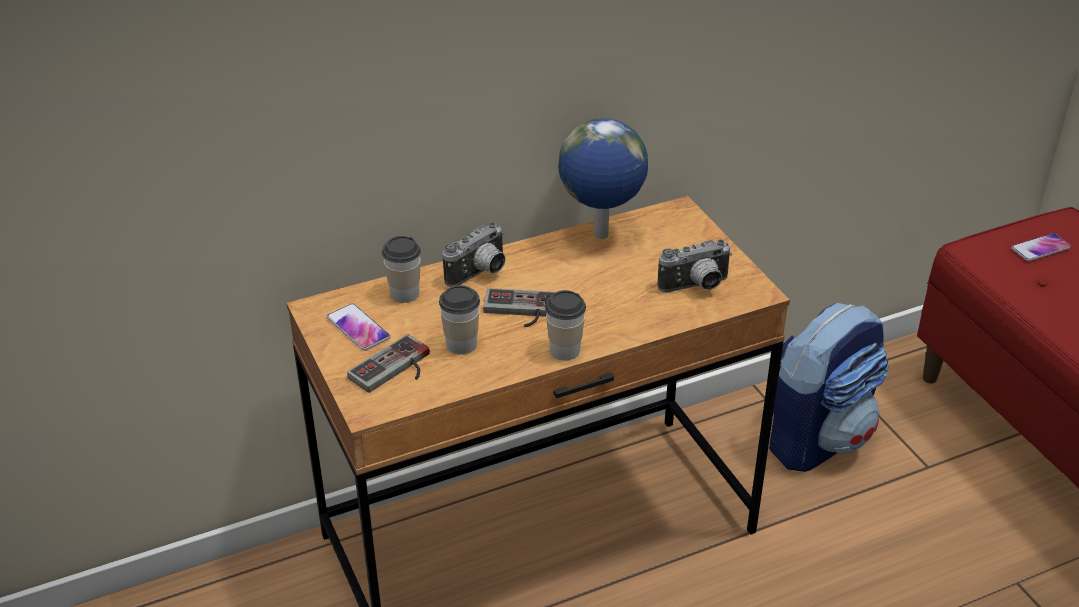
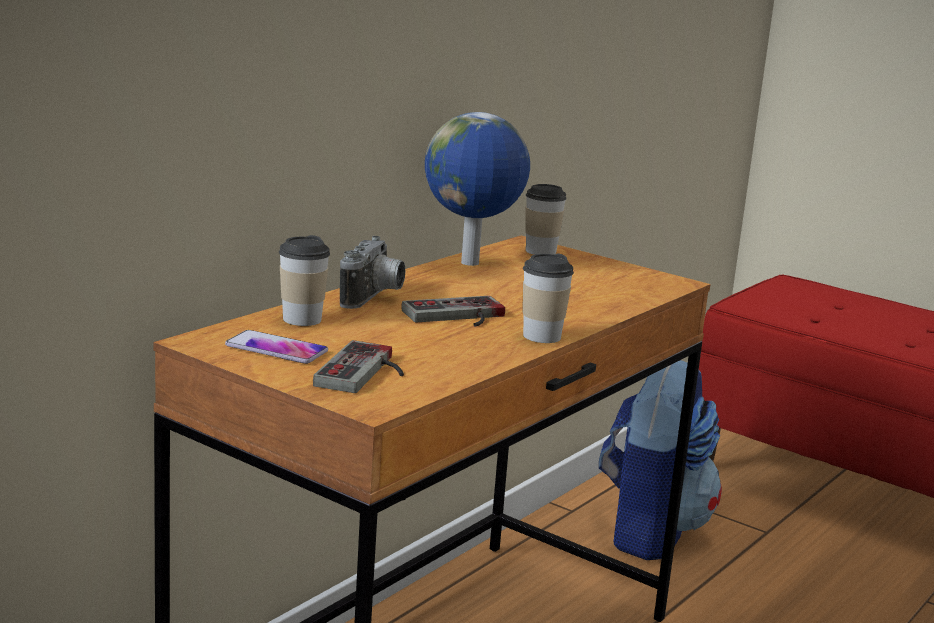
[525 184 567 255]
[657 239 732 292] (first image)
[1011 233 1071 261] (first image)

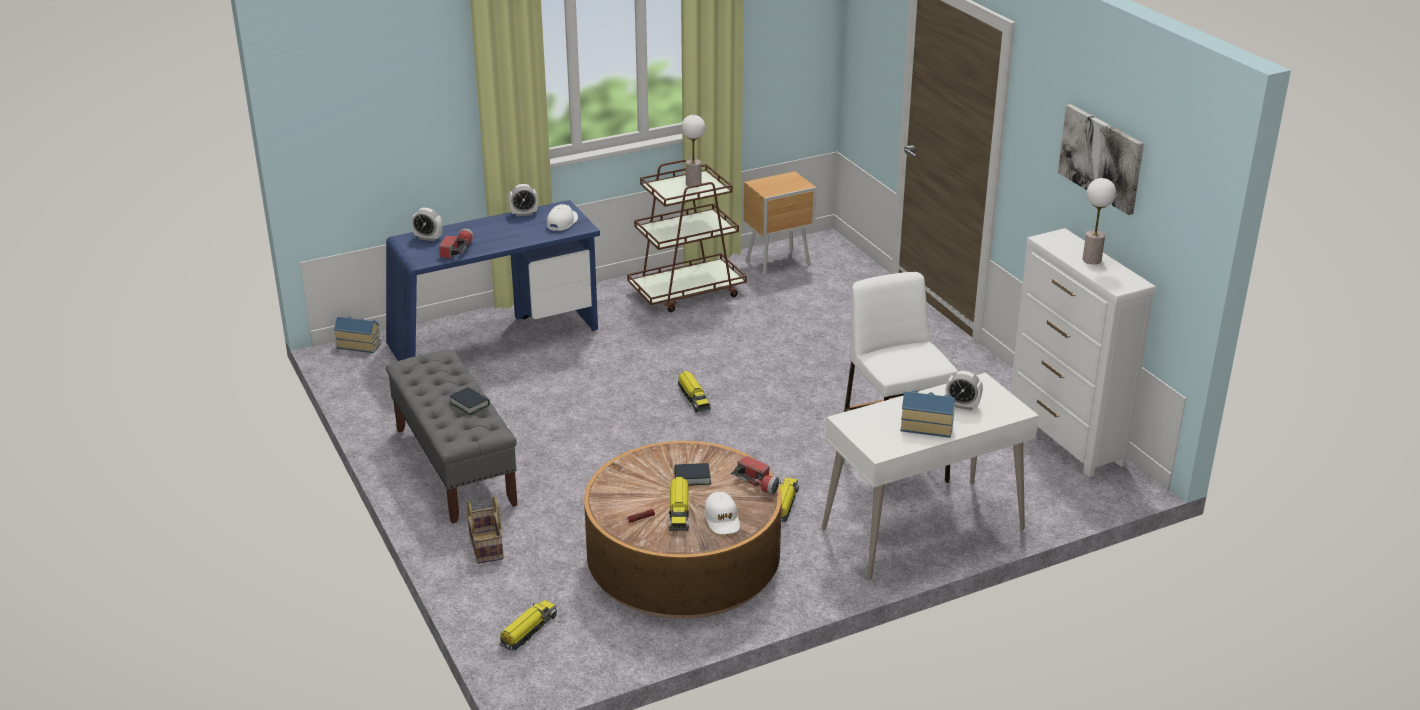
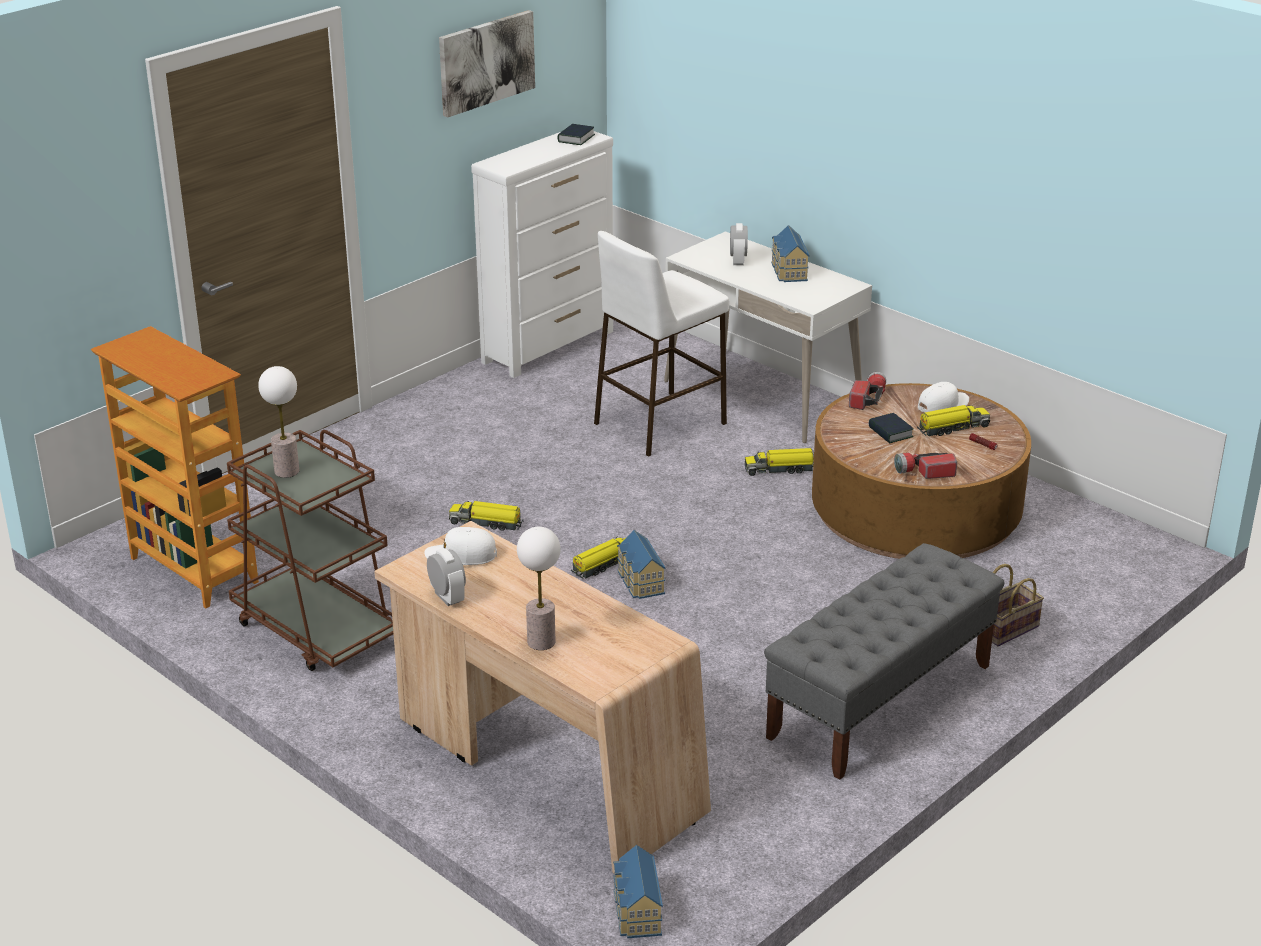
[91 326 259 608]
[374 521 711 873]
[449 500 524 531]
[517 527 561 650]
[558 124 595 145]
[617 530 666 599]
[894 453 957 479]
[411 208 442 241] (first image)

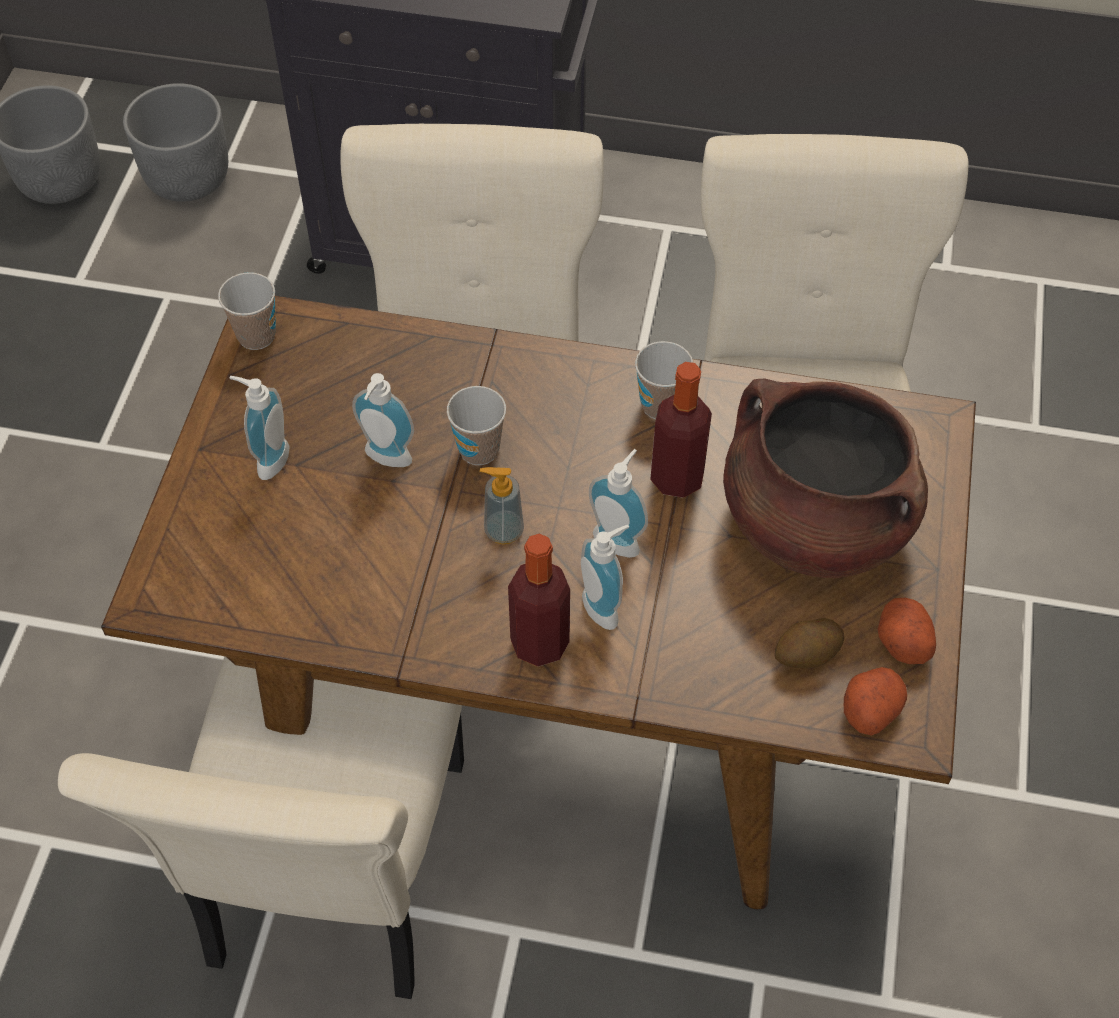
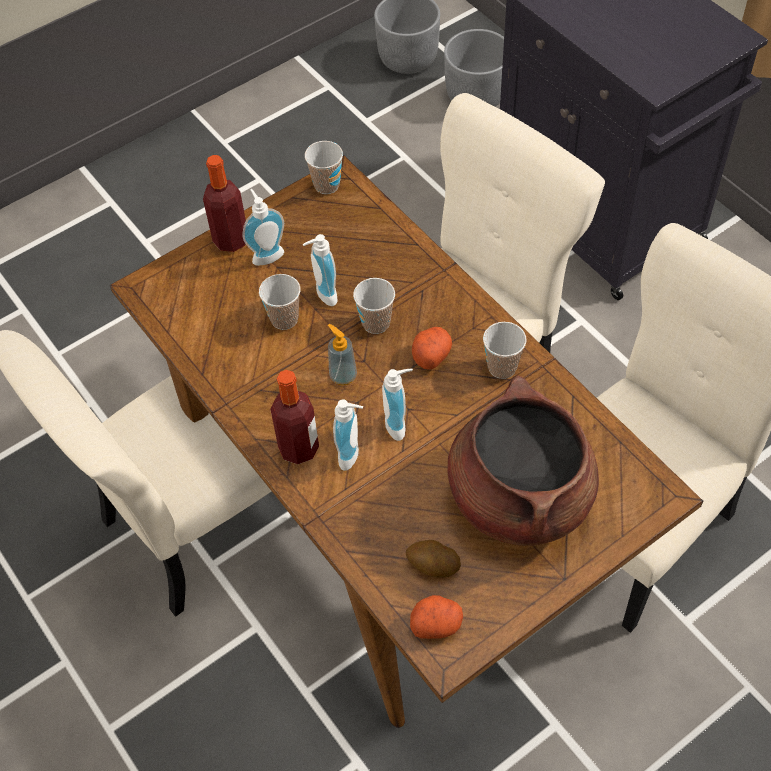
[203 155 246 252]
[259 274 300 330]
[412 327 452 370]

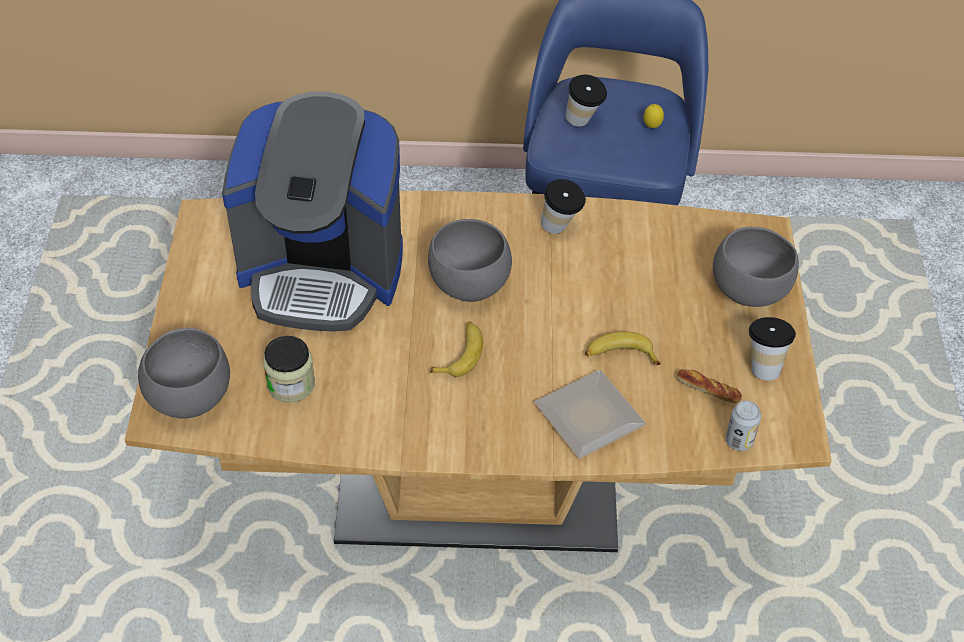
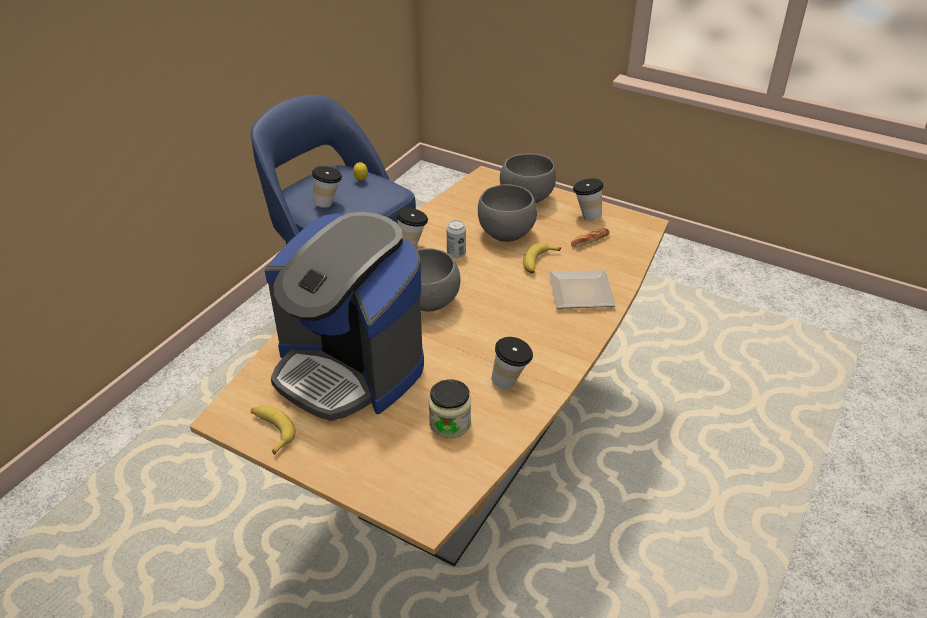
[251 405 296 455]
[265 212 424 421]
[447 220 466 258]
[478 184 537 242]
[491 337 533 389]

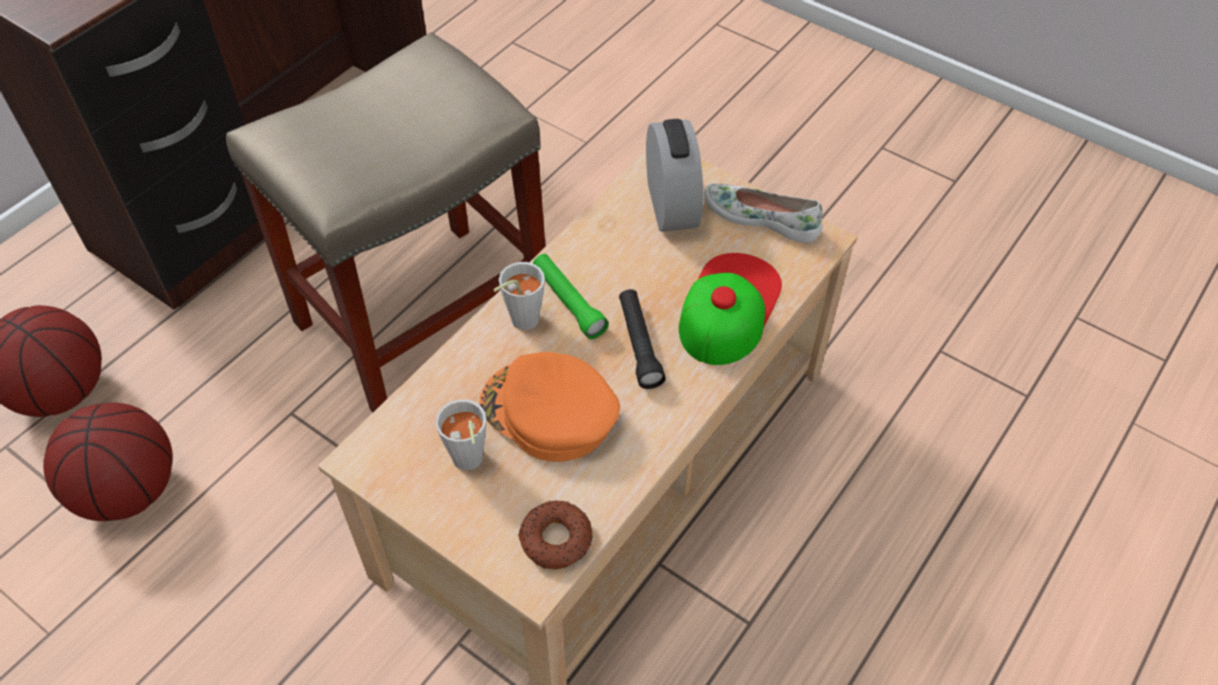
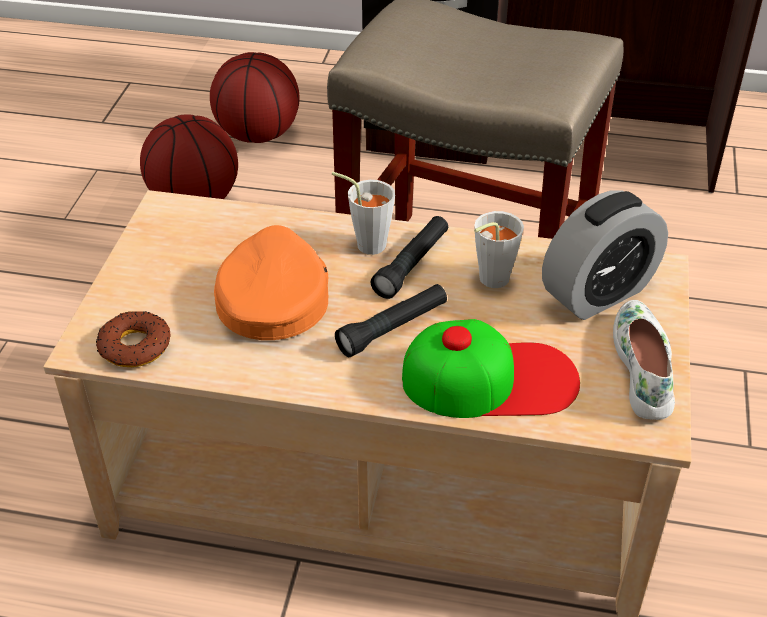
[371 216 448 299]
[474 211 524 288]

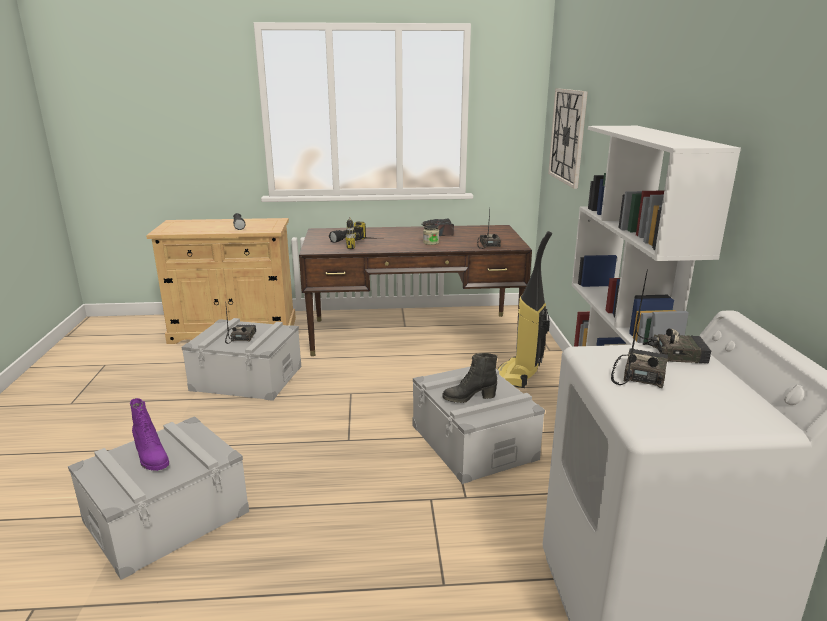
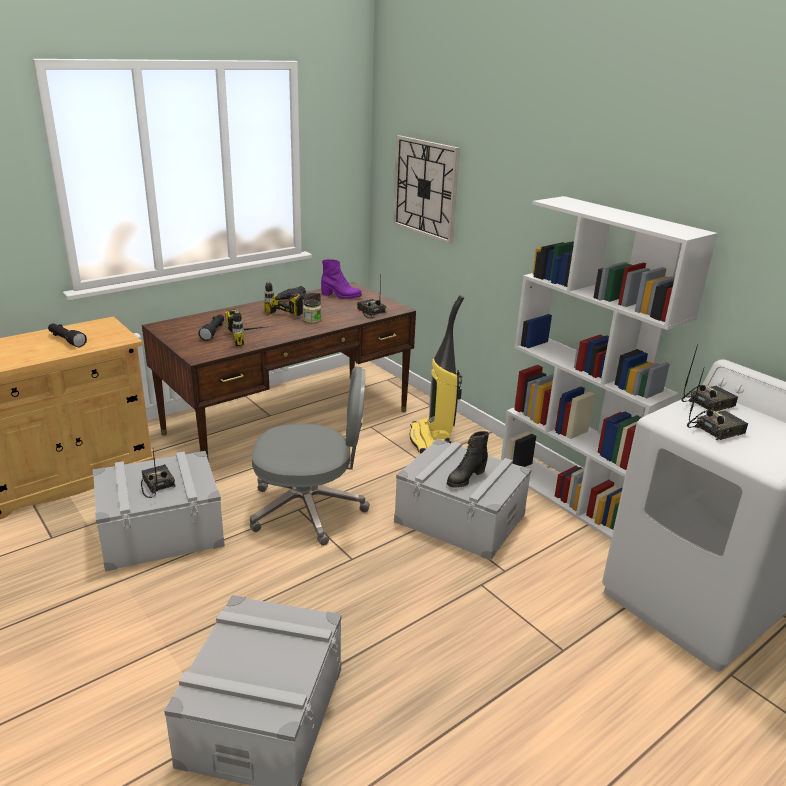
[250 366 370 546]
[264 280 303 316]
[321 259 362 299]
[687 369 748 440]

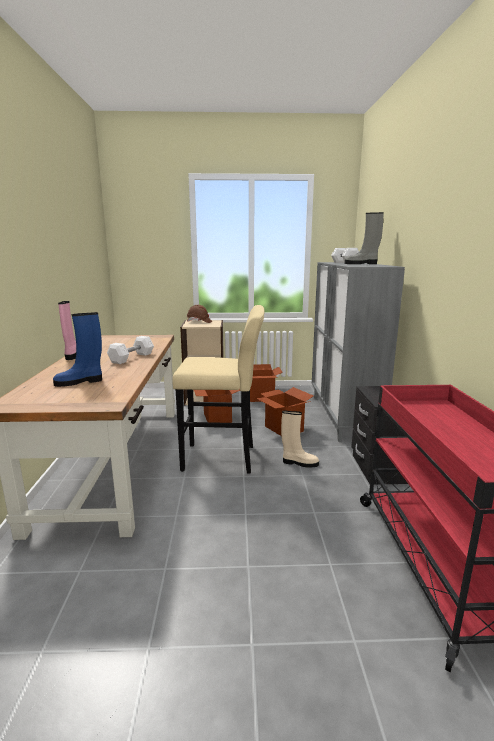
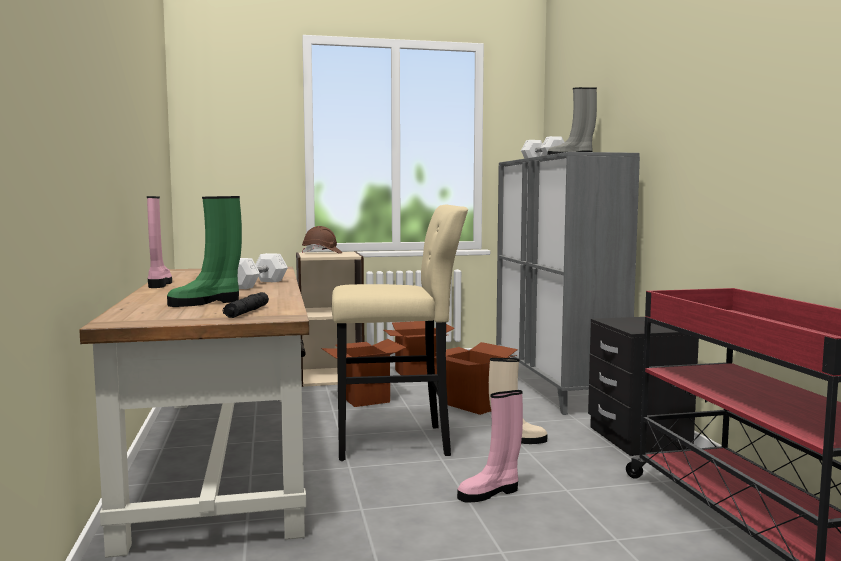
[167 196 242 307]
[223 292 269 318]
[457 390 523 503]

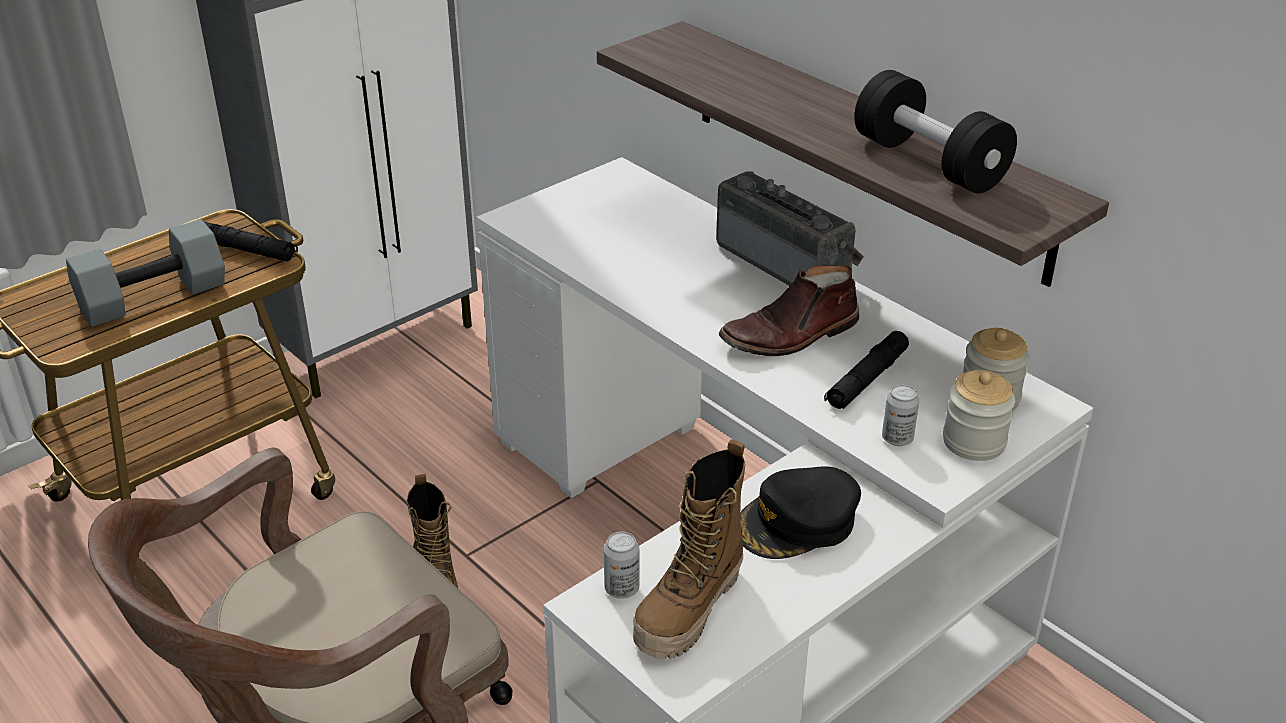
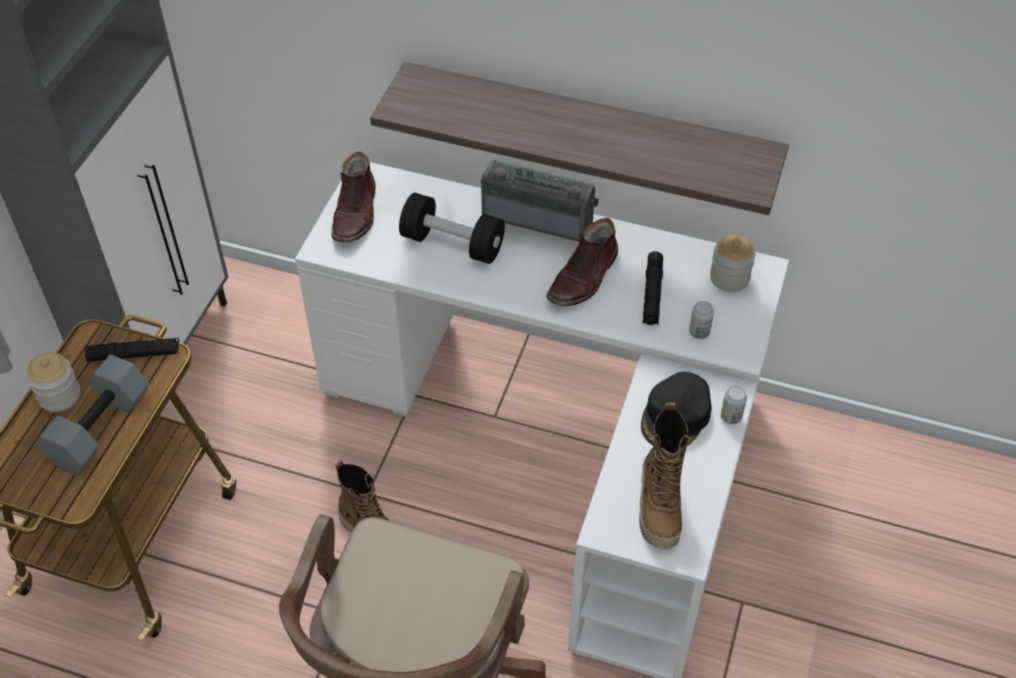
[27 352 80 412]
[331 151 375 243]
[399 193 505 264]
[721 386 747 424]

